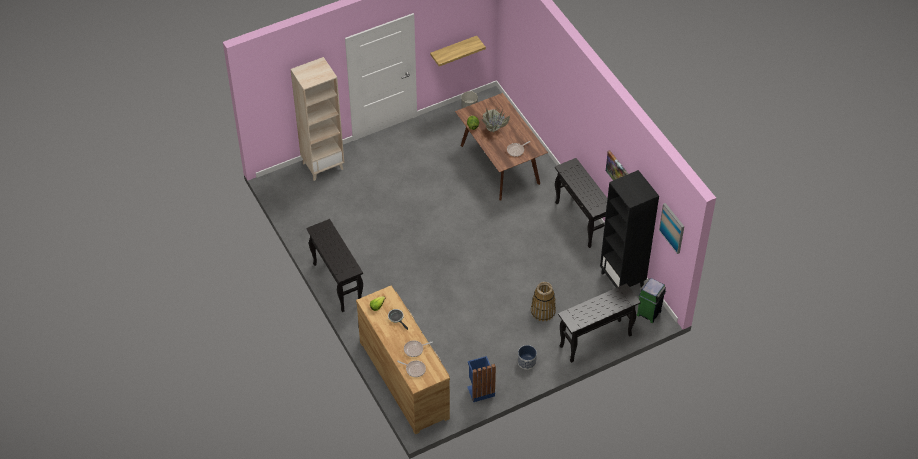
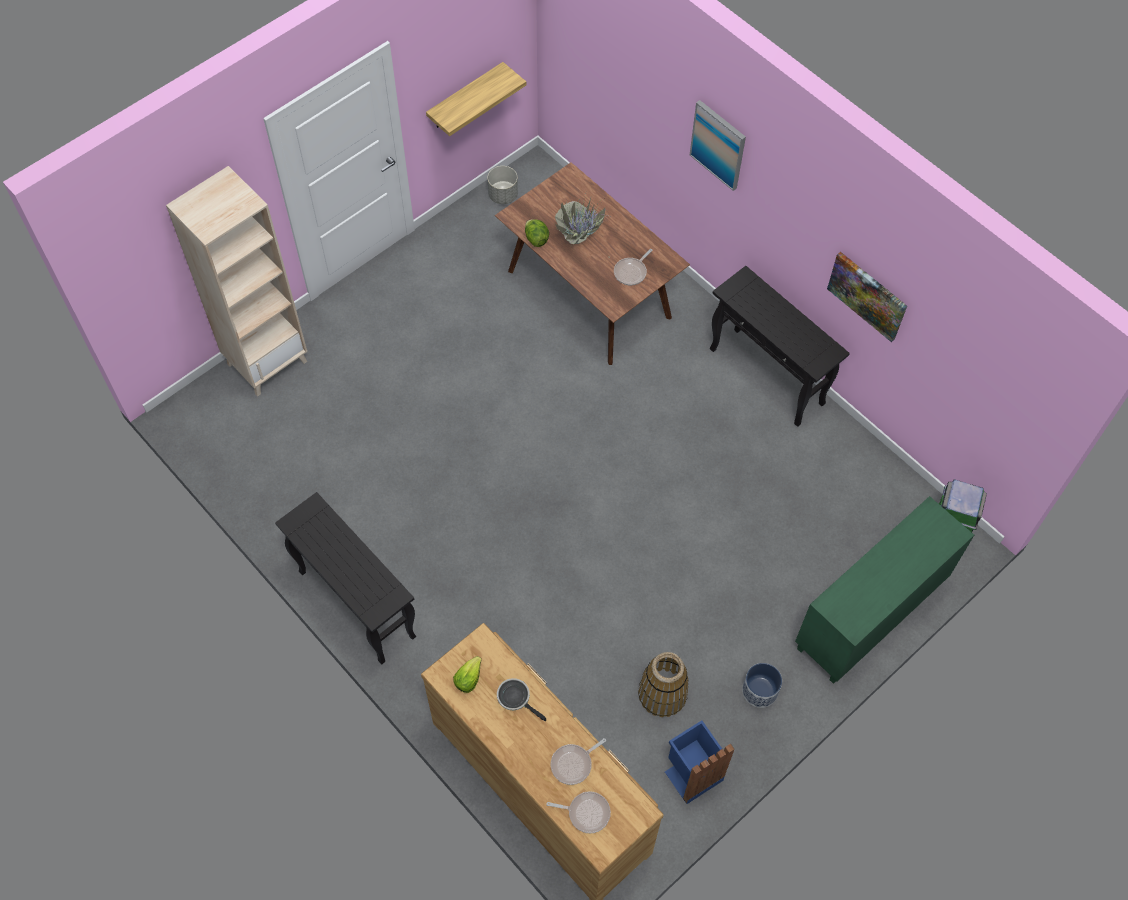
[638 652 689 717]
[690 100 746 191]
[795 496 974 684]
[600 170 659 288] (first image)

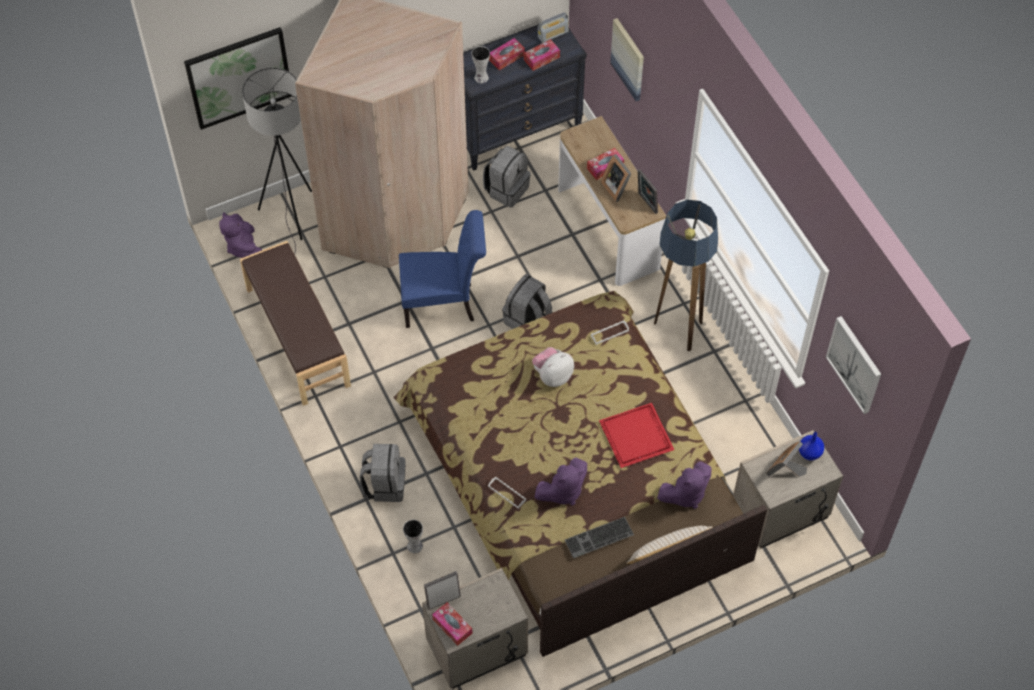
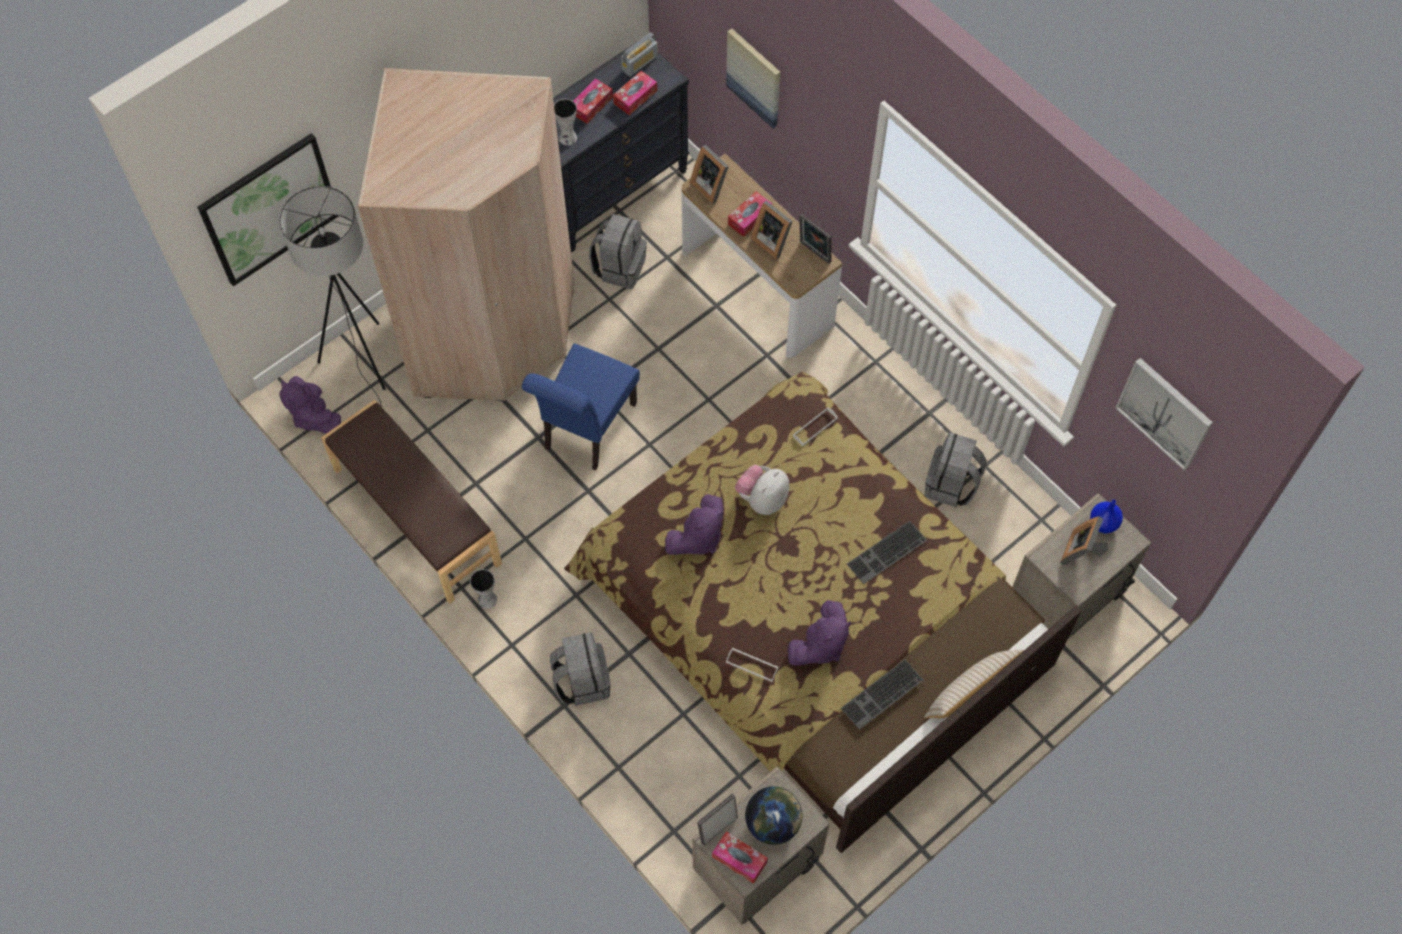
[470 569 497 609]
[522 343 640 470]
[665 494 723 555]
[690 145 729 204]
[745 786 802 845]
[847 521 927 584]
[924 432 987 507]
[654 200 718 351] (first image)

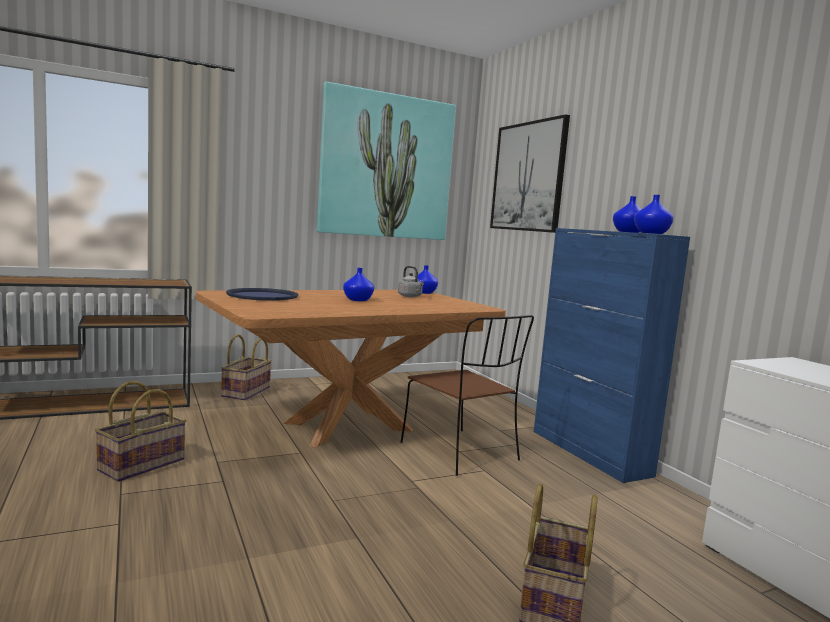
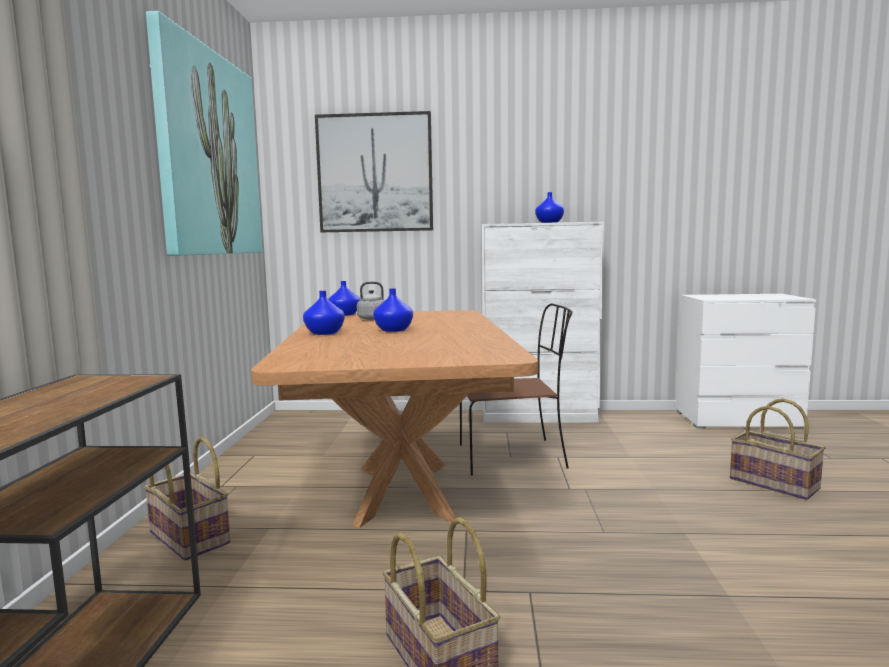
[303 291 345 335]
[482 222 604 423]
[226 288 298 301] (first image)

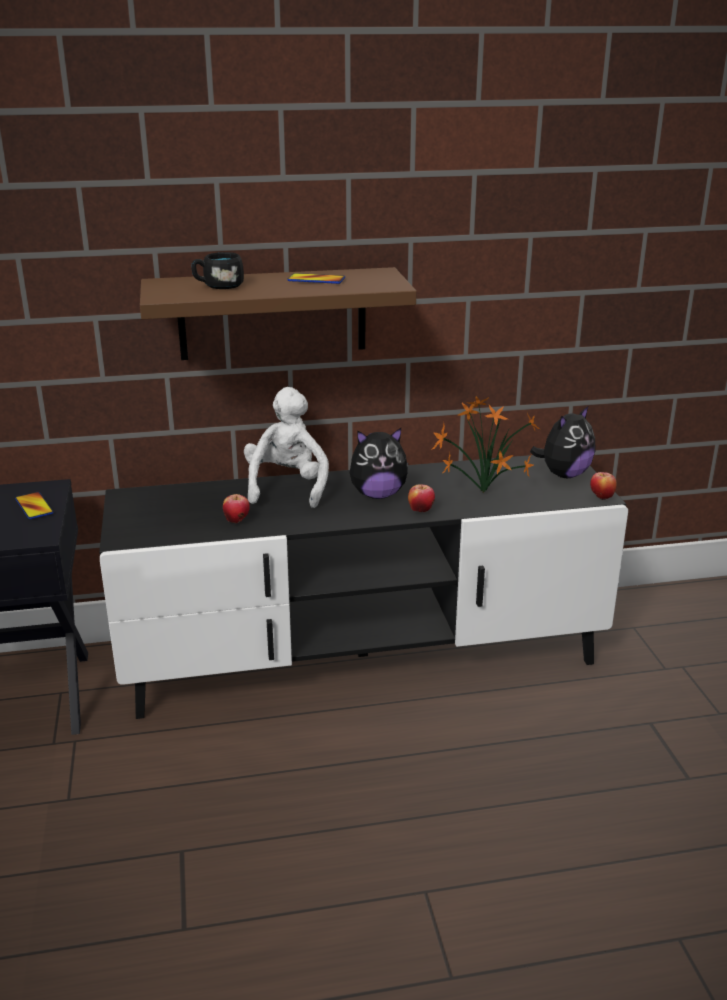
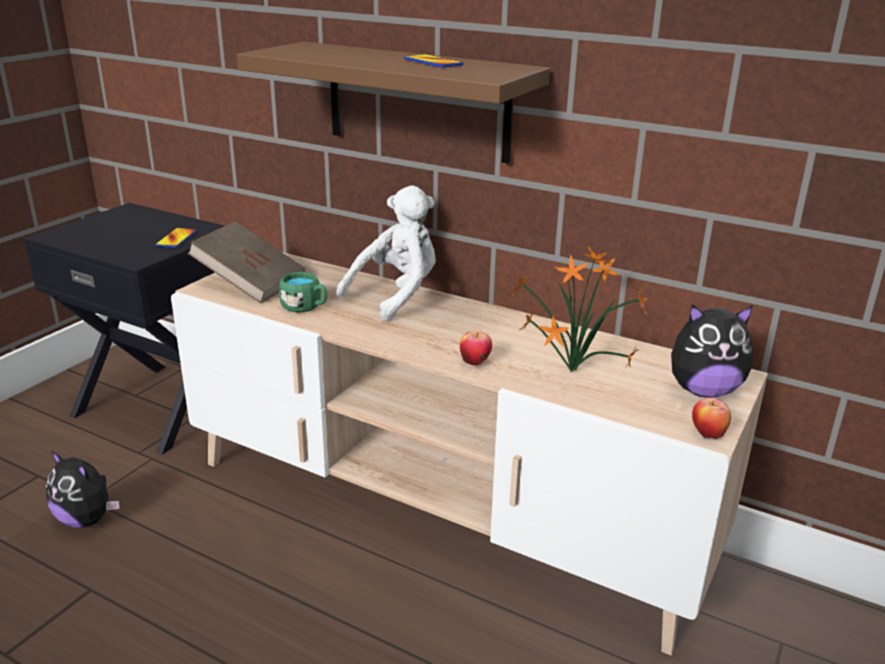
[46 450 120 528]
[171 252 768 656]
[187 221 305 303]
[279 272 327 312]
[191 252 244 289] (first image)

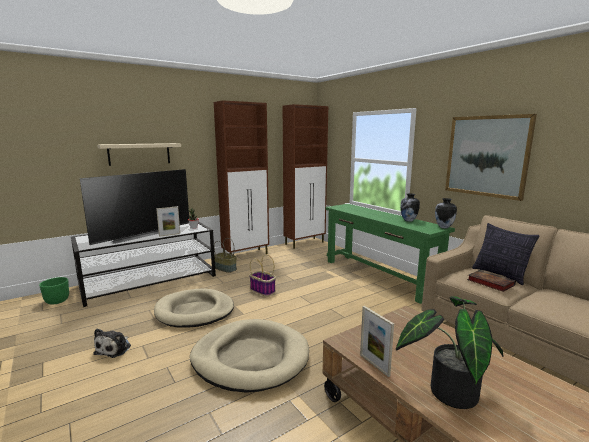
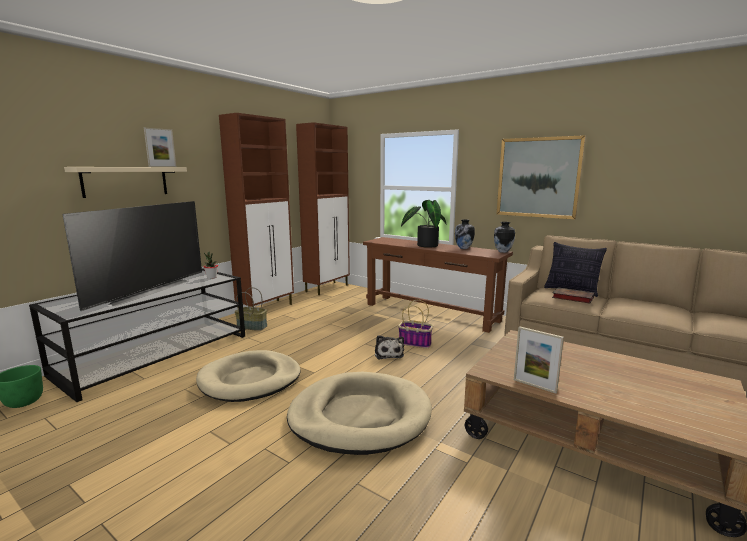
[144 128 176 167]
[363 237 513 333]
[375 335 404 359]
[398 300 433 348]
[401 200 446 248]

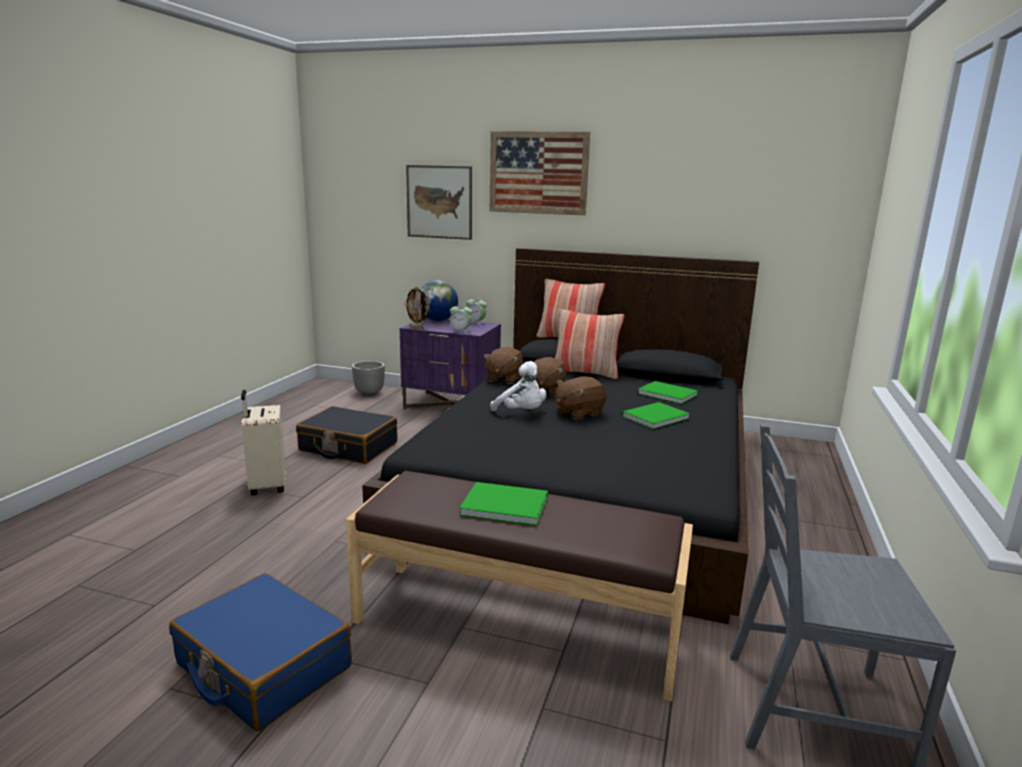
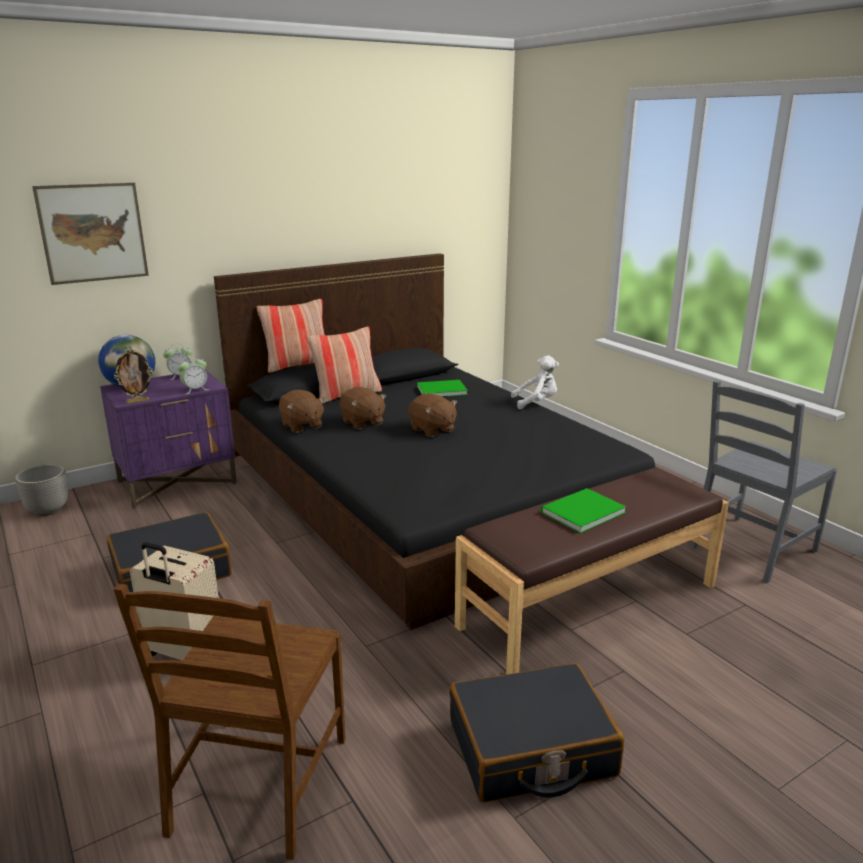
[113 584 346 860]
[408 393 458 437]
[449 663 624 803]
[511 355 559 409]
[490 131 590 215] (first image)
[622 402 690 429] (first image)

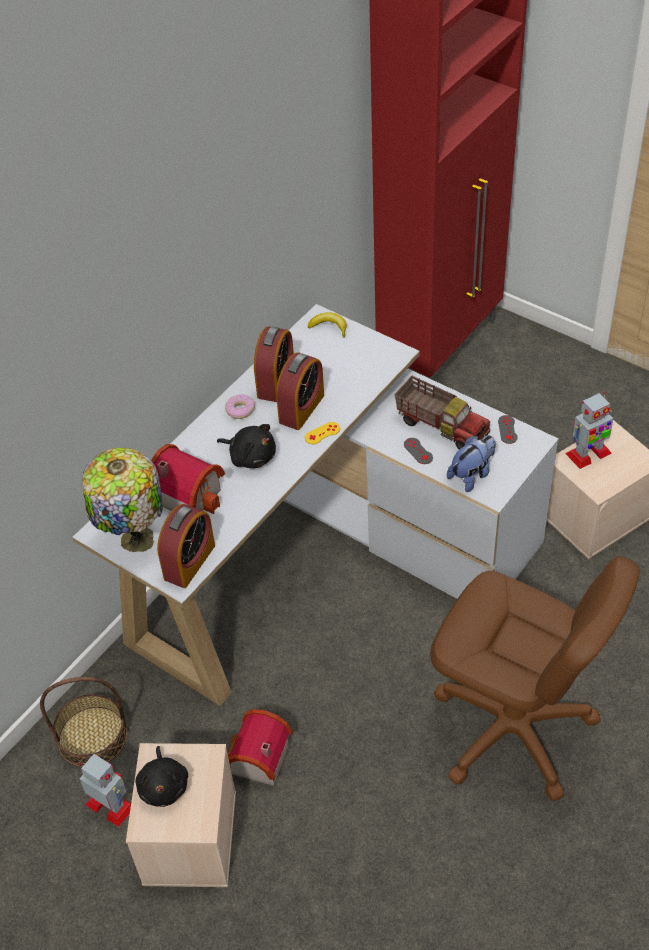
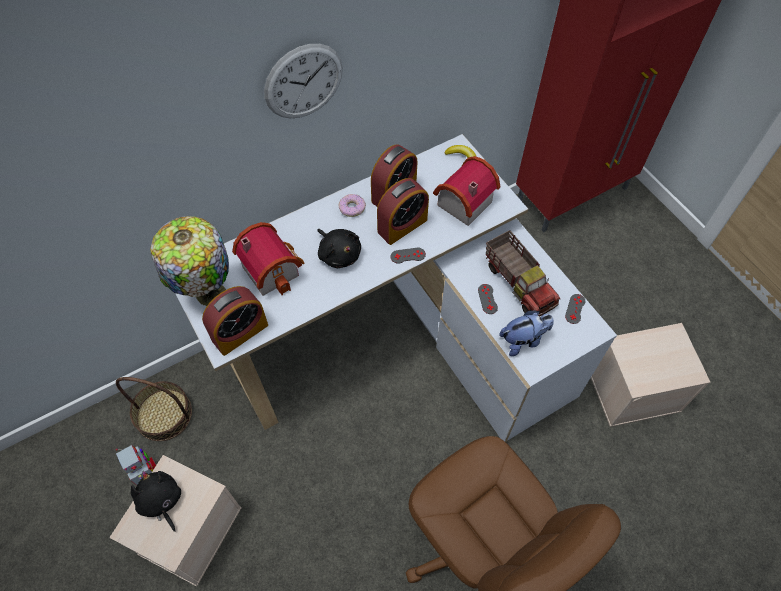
[131 471 181 532]
[264 44 343 118]
[391 248 426 264]
[433 156 501 226]
[565 392 613 469] (first image)

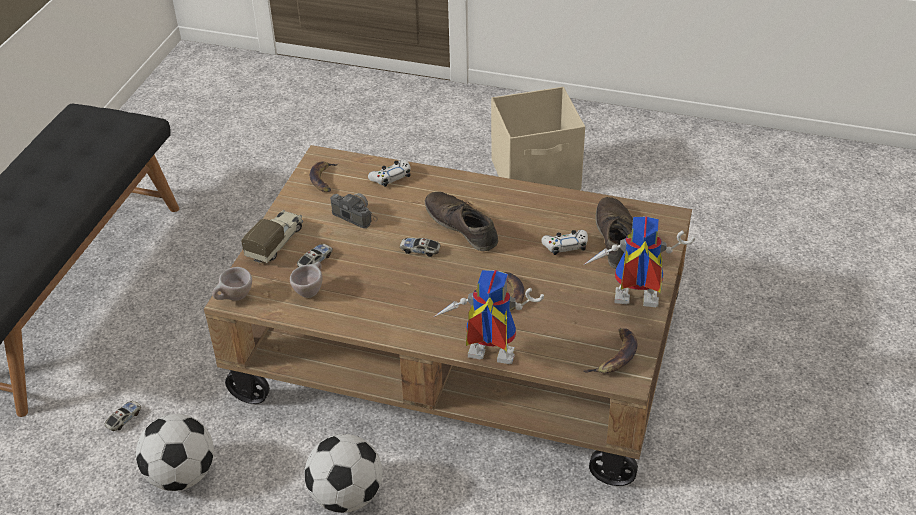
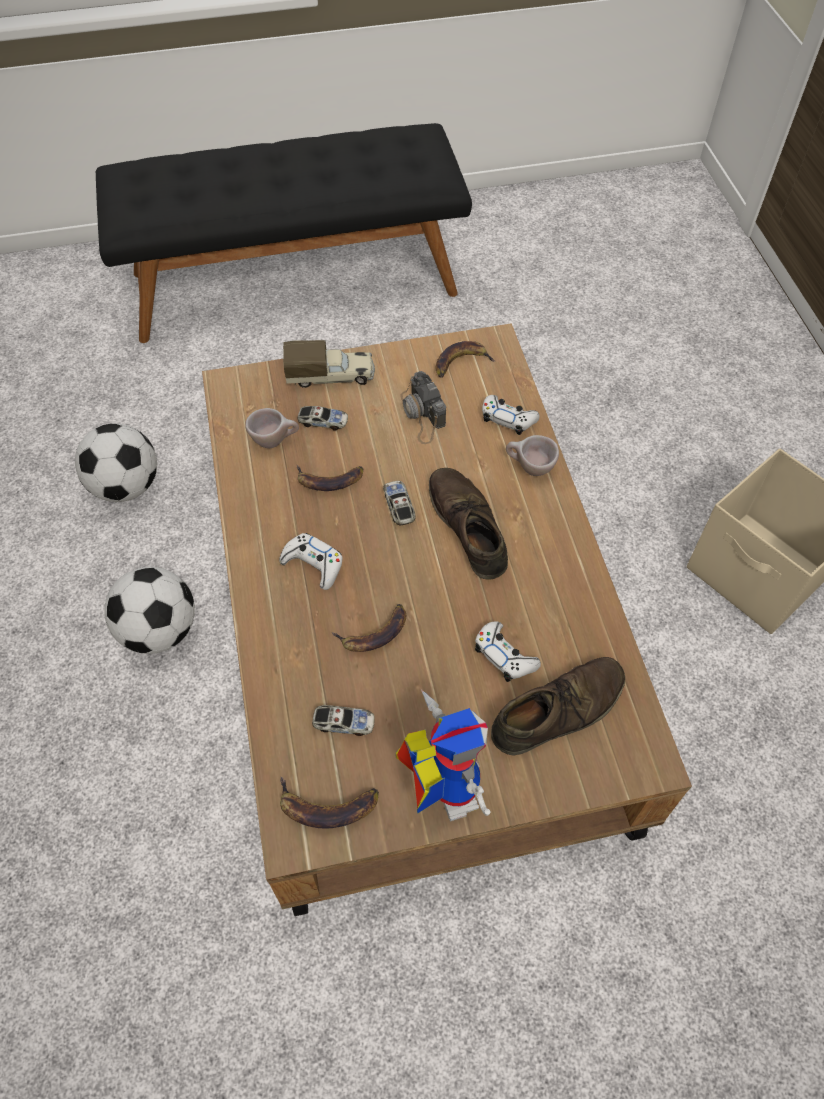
[279 533 343 590]
[297 465 363 491]
[312 705 375 736]
[400 371 446 444]
[429 468 508 580]
[506 435 559 476]
[434 270 544 364] (first image)

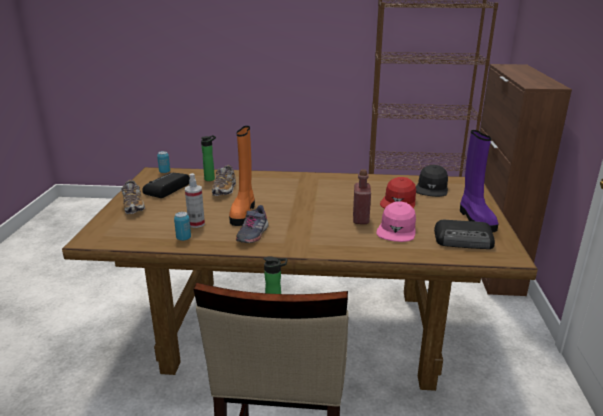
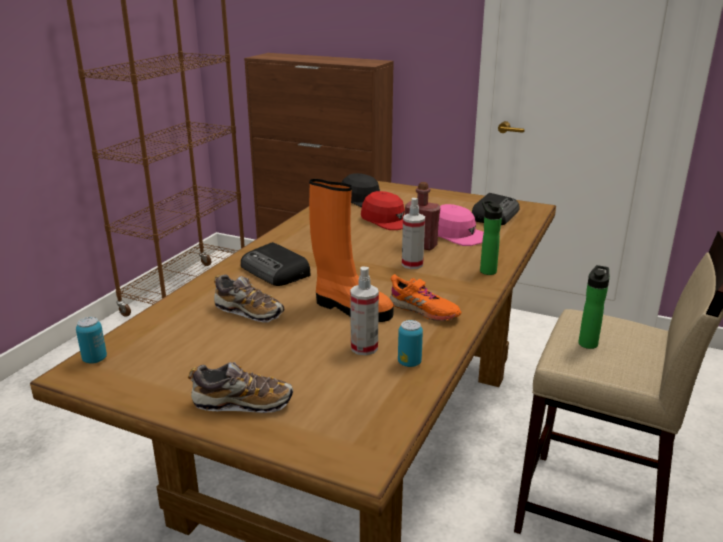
[241 242 311 286]
[390 274 462 321]
[402 198 425 269]
[480 200 503 275]
[460 130 499 233] (first image)

